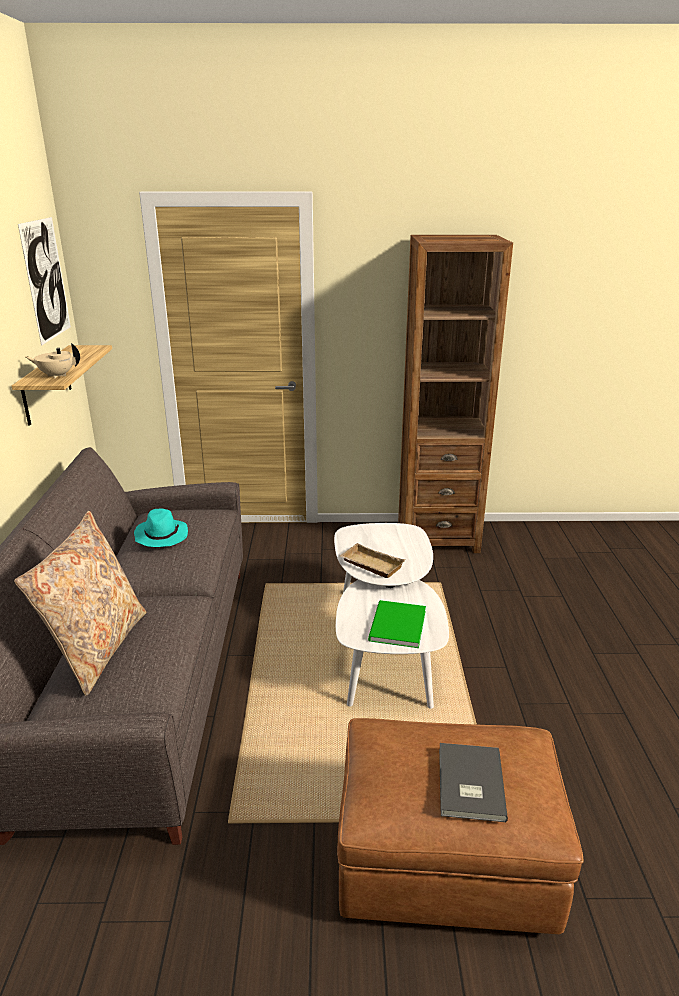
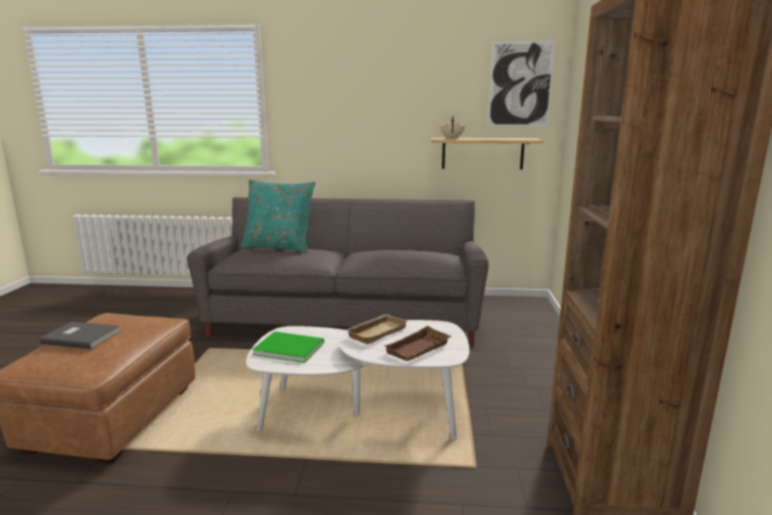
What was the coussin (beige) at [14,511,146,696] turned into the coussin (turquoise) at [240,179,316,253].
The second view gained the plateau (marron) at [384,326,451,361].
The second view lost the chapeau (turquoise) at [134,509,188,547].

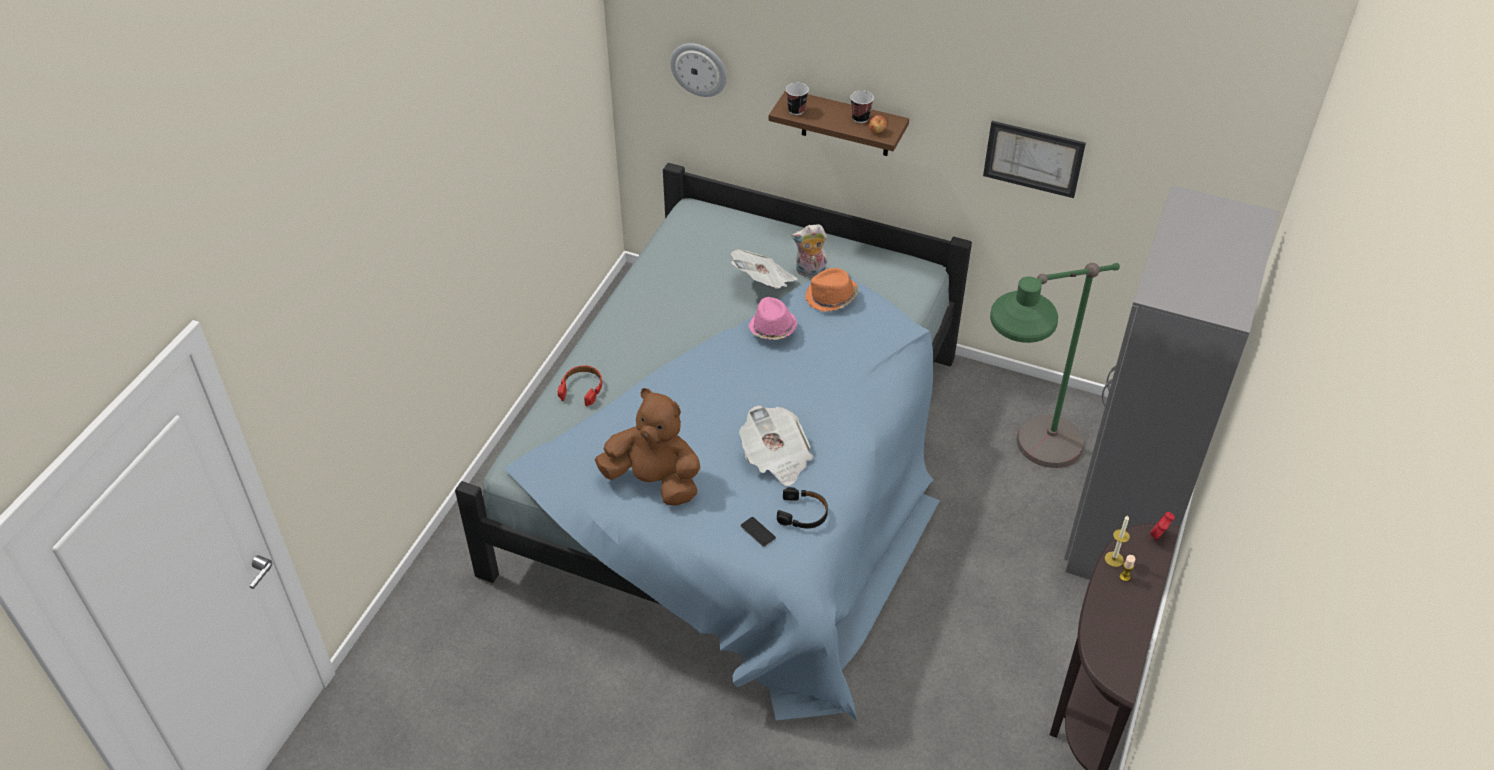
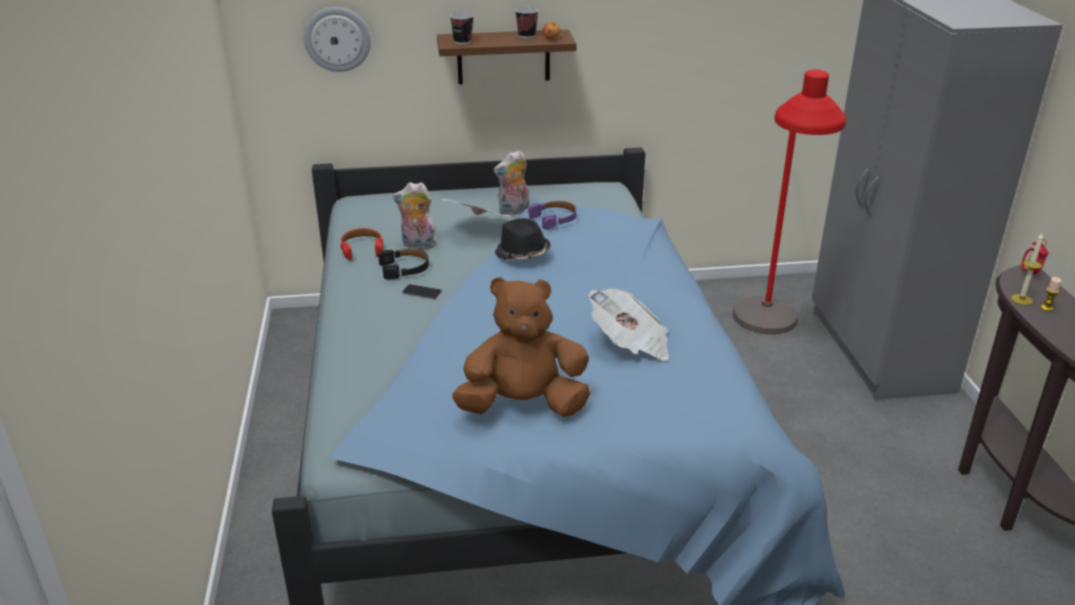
The casque audio (rouge) ended up elsewhere, having gone from [558,365,602,406] to [340,228,383,260].
The casque audio (noir) ended up elsewhere, having gone from [777,487,828,528] to [378,249,429,280].
The second view gained the peluche at [393,182,437,249].
The téléphone ended up elsewhere, having gone from [741,517,776,547] to [402,284,442,299].
What was the chapeau (rose) at [748,297,797,340] turned into the chapeau (noir) at [495,218,551,260].
Where the chapeau (orange) stood at [805,268,858,311], the casque audio (violet) came to stand at [528,201,576,229].
What was the lampadaire (vert) at [990,263,1120,468] turned into the lampadaire (rouge) at [733,69,846,335].
The second view lost the tableau at [983,121,1086,198].

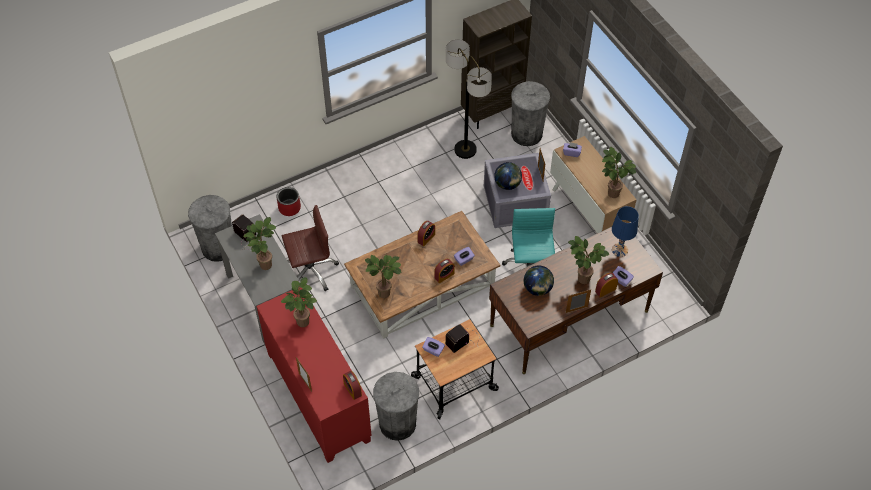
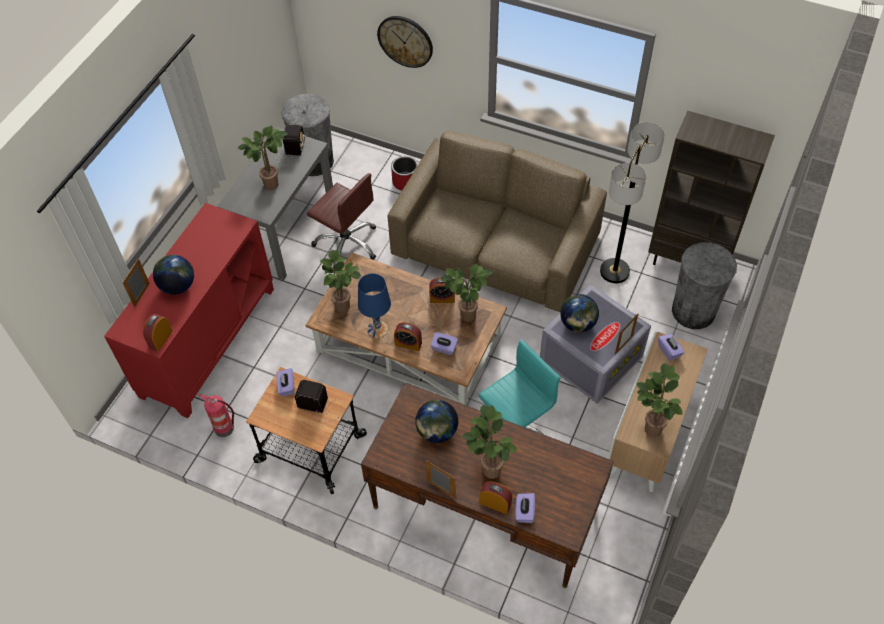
The second view gained the globe at [153,255,194,295].
Where the poubelle (gris) stood at [373,372,419,441], the extincteur came to stand at [198,394,234,437].
The lampe de table (bleu) ended up elsewhere, having gone from [612,206,639,257] to [358,273,391,338].
The second view gained the horloge murale at [377,16,433,68].
The second view gained the canapé (marron) at [387,131,607,312].
The plante en pot ended up elsewhere, having gone from [281,277,317,327] to [440,264,493,322].

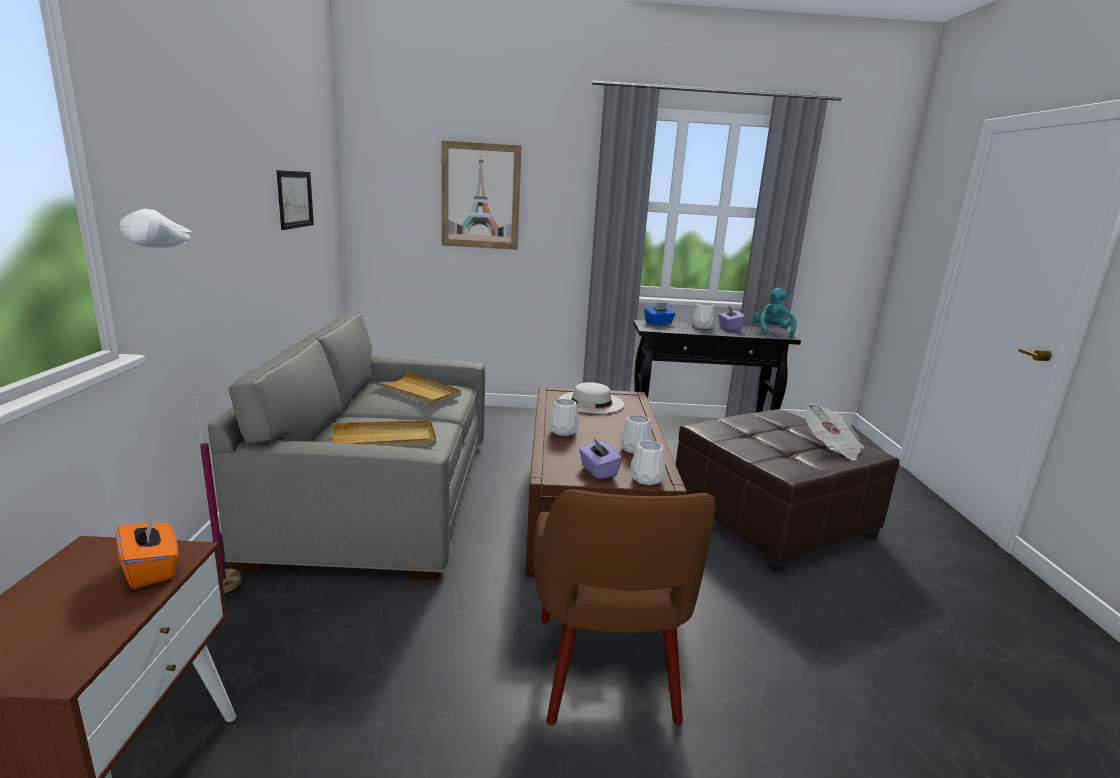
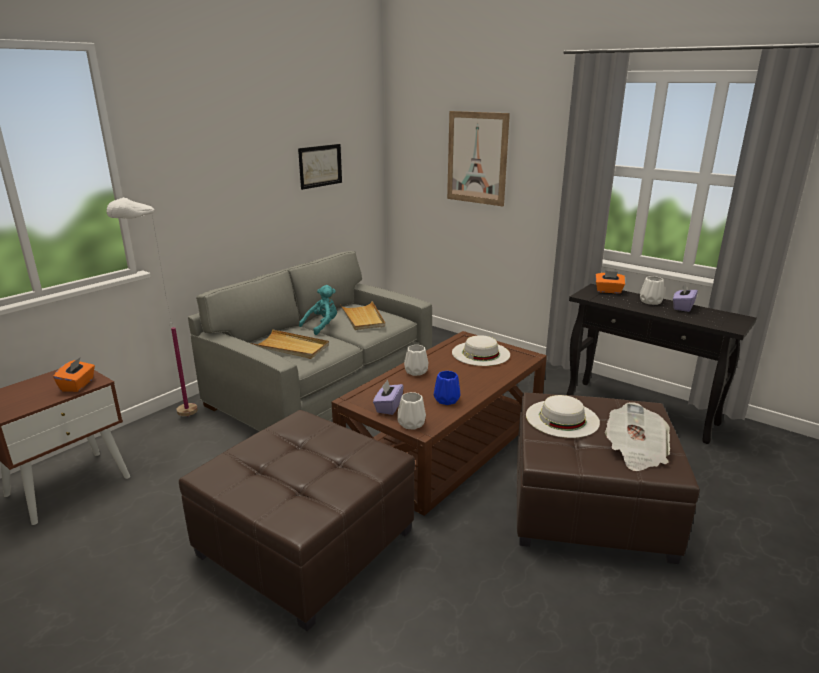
Where the fauteuil (marron) stood at [534,489,716,725], the pouf (marron) came to stand at [179,410,415,631].
The peluche (turquoise) ended up elsewhere, having gone from [753,288,797,338] to [299,285,337,335].
What was the vase (blanc) at [620,415,652,454] turned into the vase (bleu) at [434,371,460,405].
The second view gained the chapeau (blanc) at [526,395,600,438].
What was the boîte à mouchoirs (bleu) at [644,303,675,325] turned into the boîte à mouchoirs (orange) at [595,271,625,294].

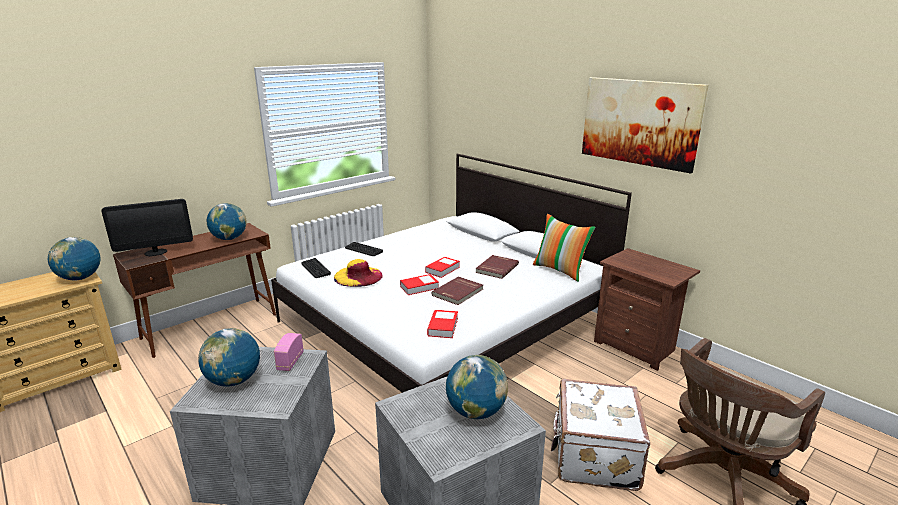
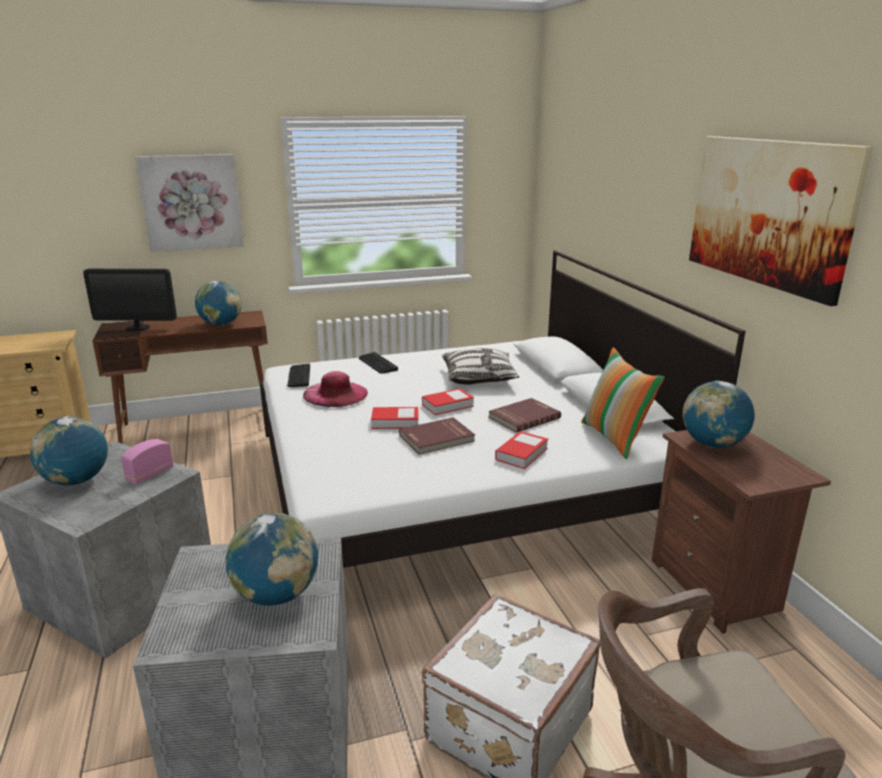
The second view gained the tableau at [135,154,244,252].
What was the chapeau (jaune) at [334,259,383,287] turned into the chapeau (rose) at [303,371,368,407].
The second view gained the coussin at [442,348,520,385].
The livre ended up elsewhere, having gone from [427,310,458,338] to [495,431,548,469].
The globe ended up elsewhere, having gone from [48,237,101,281] to [683,381,755,448].

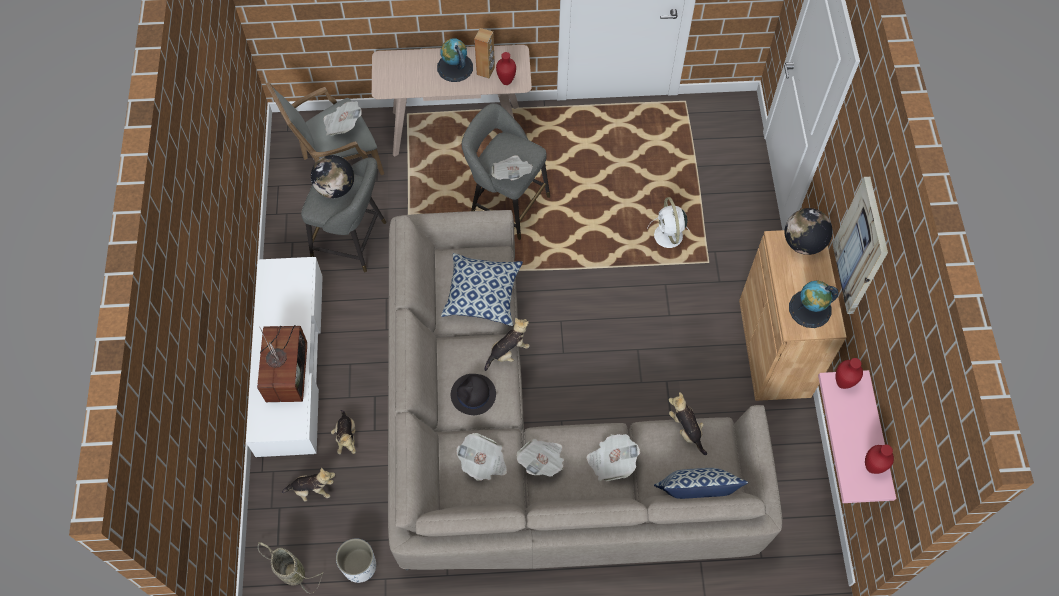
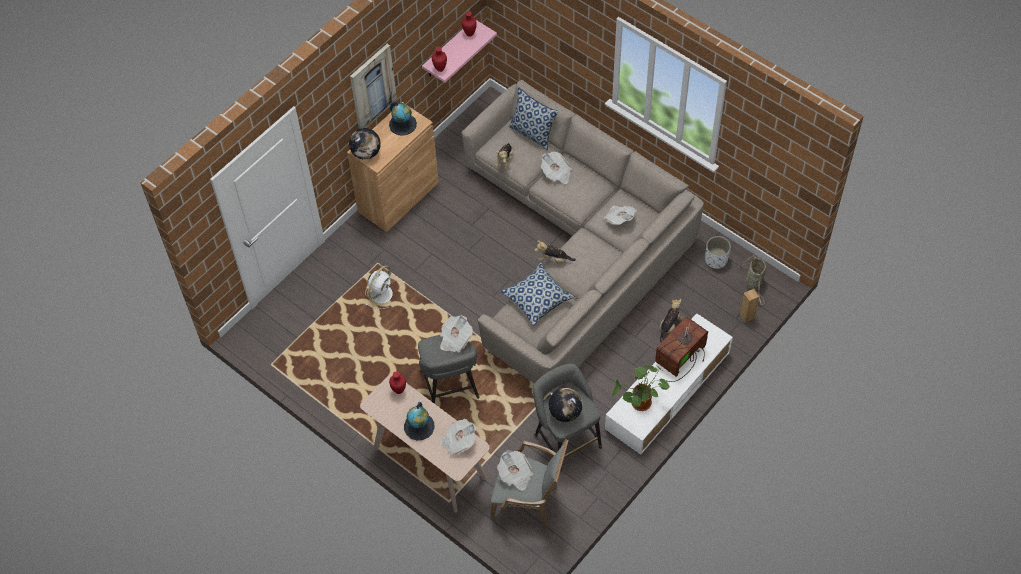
The journal ended up elsewhere, having gone from [516,439,564,477] to [440,419,476,456].
The second view gained the plante en pot at [612,365,670,411].
The enceinte (marron) ended up elsewhere, having gone from [474,28,495,78] to [739,289,759,323].
The second view lost the peluche at [282,467,335,501].
The second view lost the chapeau (noir) at [451,374,496,415].

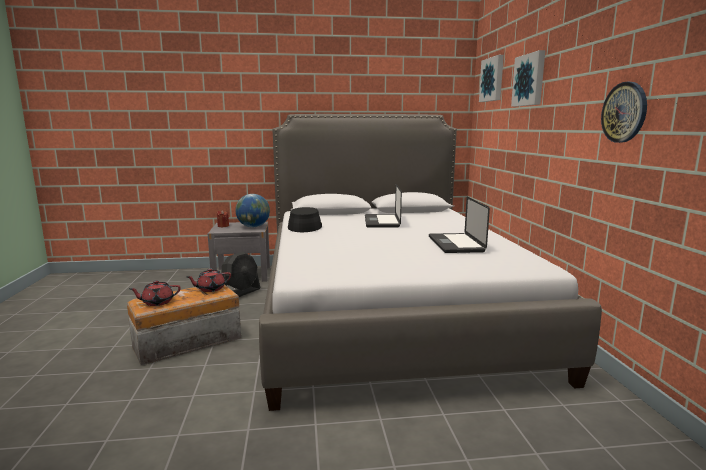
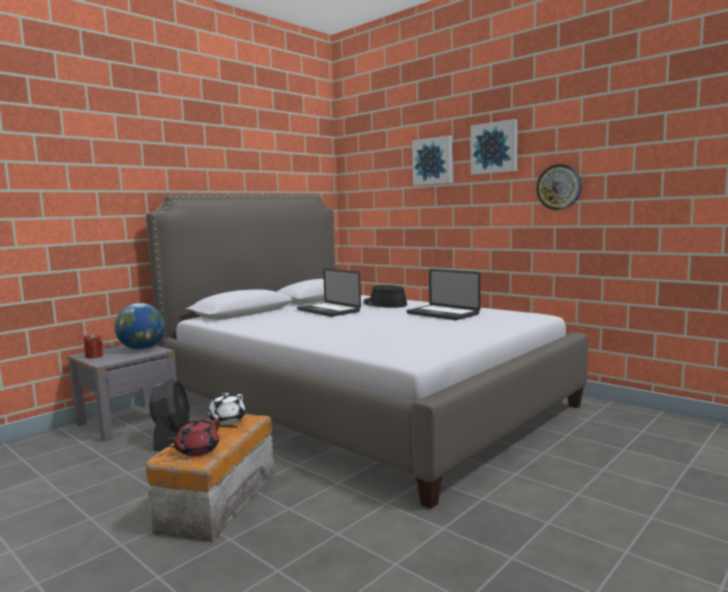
What was the théière (rouge) at [186,268,231,292] turned into the théière (blanc) at [206,393,246,425].
The chapeau (noir) ended up elsewhere, having gone from [288,207,322,232] to [363,285,407,308].
The tableau ended up elsewhere, having gone from [479,55,504,102] to [471,119,518,175].

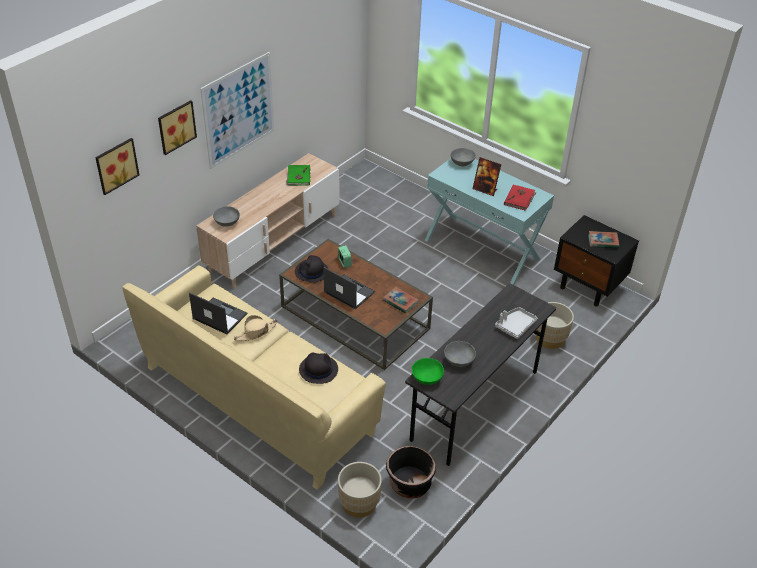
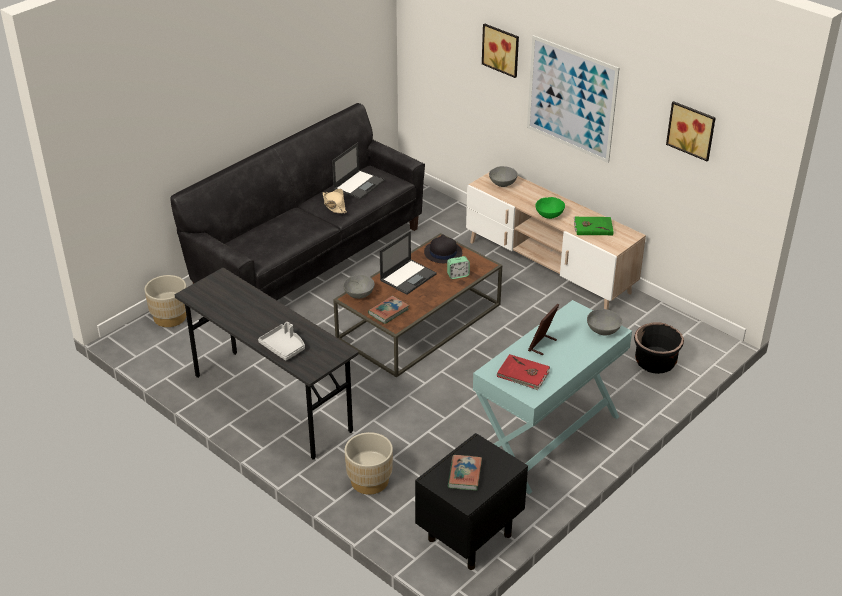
What was the canapé (beige) at [122,265,386,490] turned into the canapé (noir) at [170,103,425,300].
The bol (gris) ended up elsewhere, having gone from [444,341,476,367] to [343,275,375,299].
The bol (vert) ended up elsewhere, having gone from [412,358,444,385] to [535,197,565,219].
The cache-pot (noir) ended up elsewhere, having gone from [386,446,436,499] to [634,323,684,374].
The tableau ended up elsewhere, having gone from [95,138,139,195] to [666,101,716,161].
The second view lost the chapeau (noir) at [299,352,338,384].

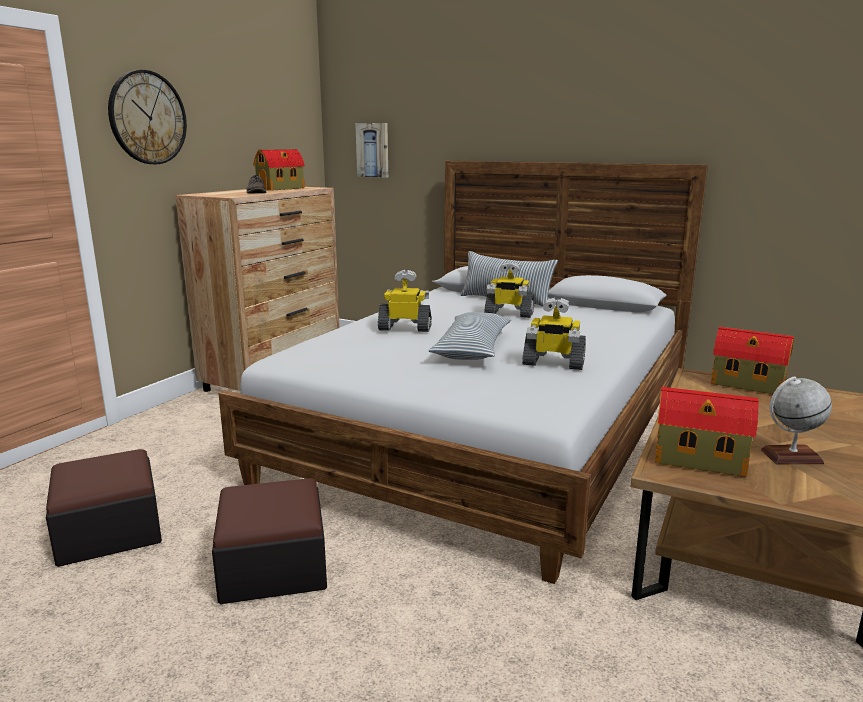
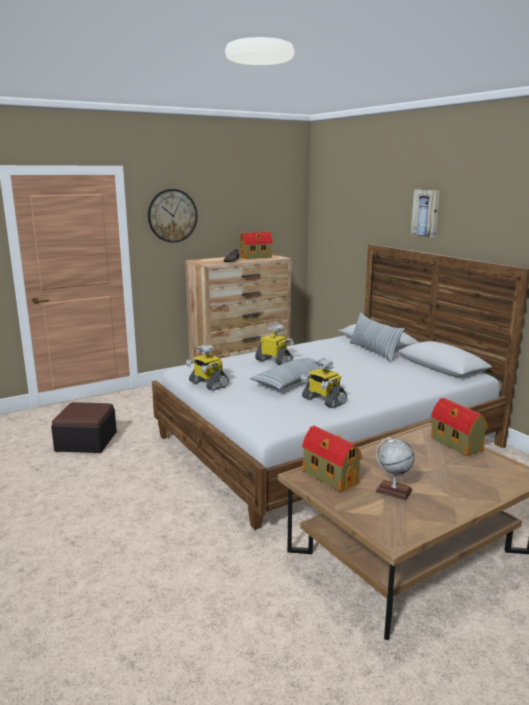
The robot jouet ended up elsewhere, having gone from [484,262,534,318] to [186,344,229,391].
The tableau ended up elsewhere, having gone from [355,123,388,178] to [411,190,440,238].
The second view lost the pouf at [212,478,327,604].

